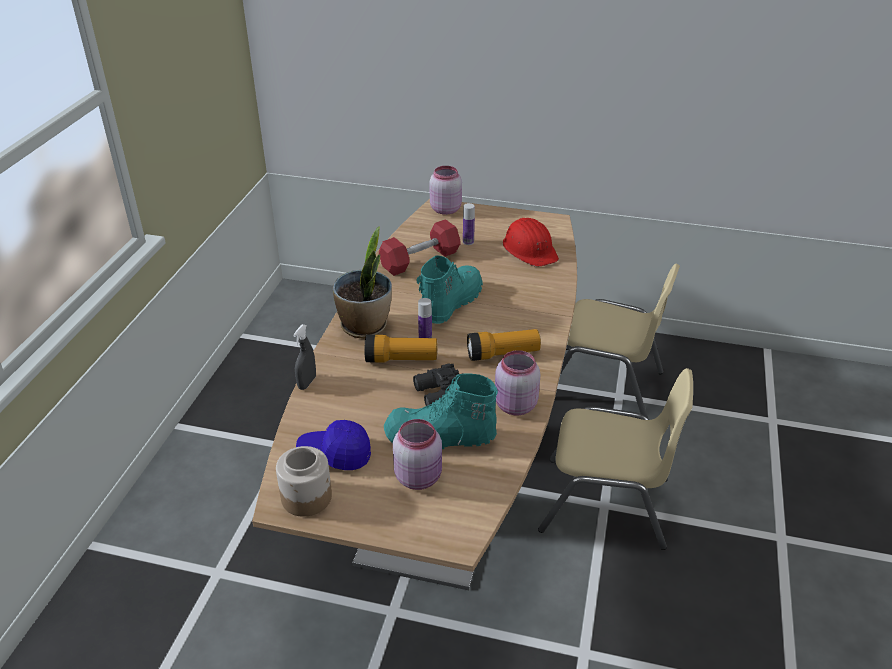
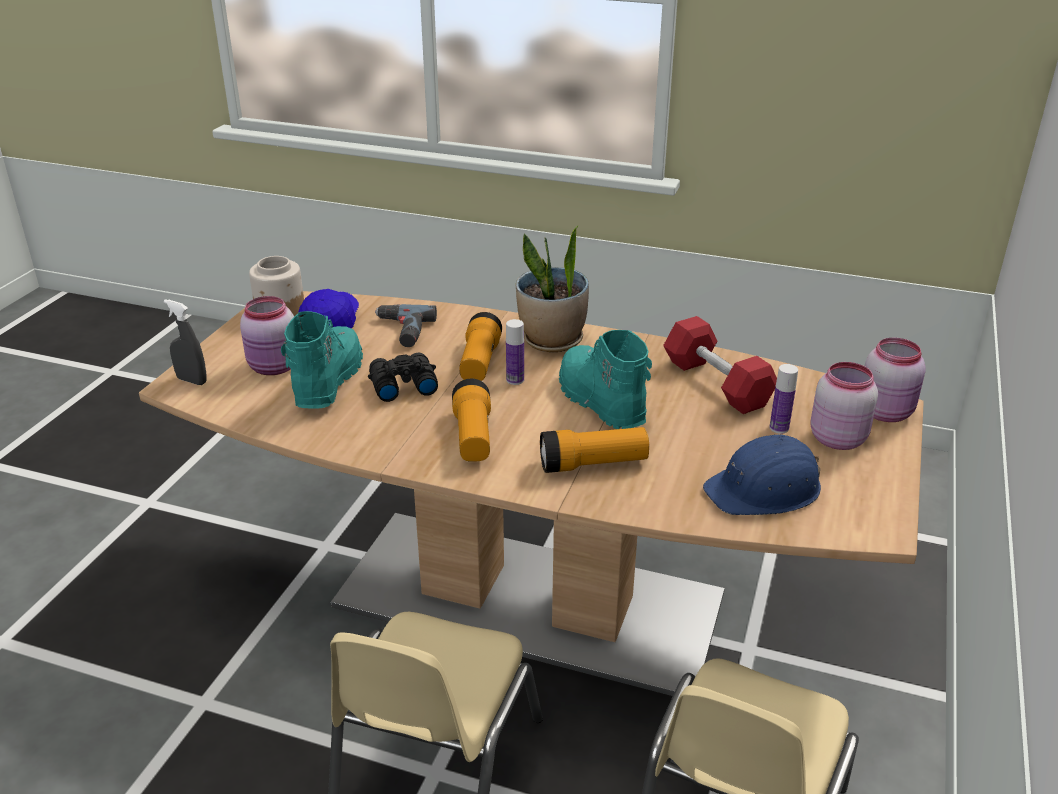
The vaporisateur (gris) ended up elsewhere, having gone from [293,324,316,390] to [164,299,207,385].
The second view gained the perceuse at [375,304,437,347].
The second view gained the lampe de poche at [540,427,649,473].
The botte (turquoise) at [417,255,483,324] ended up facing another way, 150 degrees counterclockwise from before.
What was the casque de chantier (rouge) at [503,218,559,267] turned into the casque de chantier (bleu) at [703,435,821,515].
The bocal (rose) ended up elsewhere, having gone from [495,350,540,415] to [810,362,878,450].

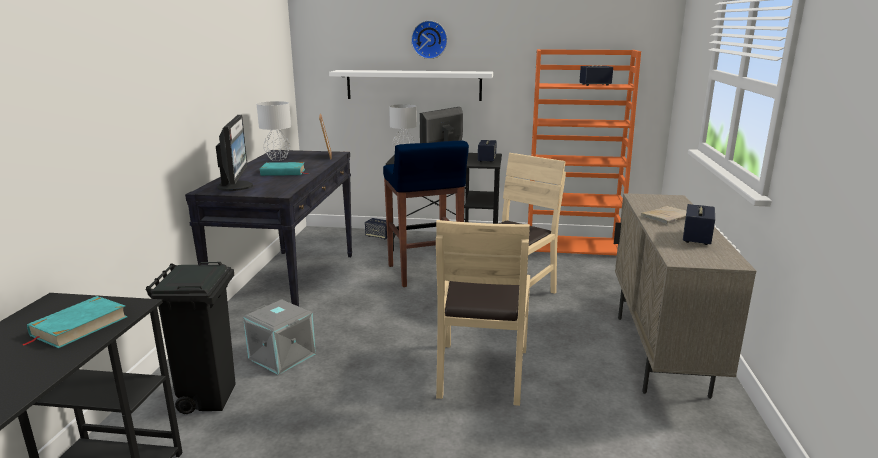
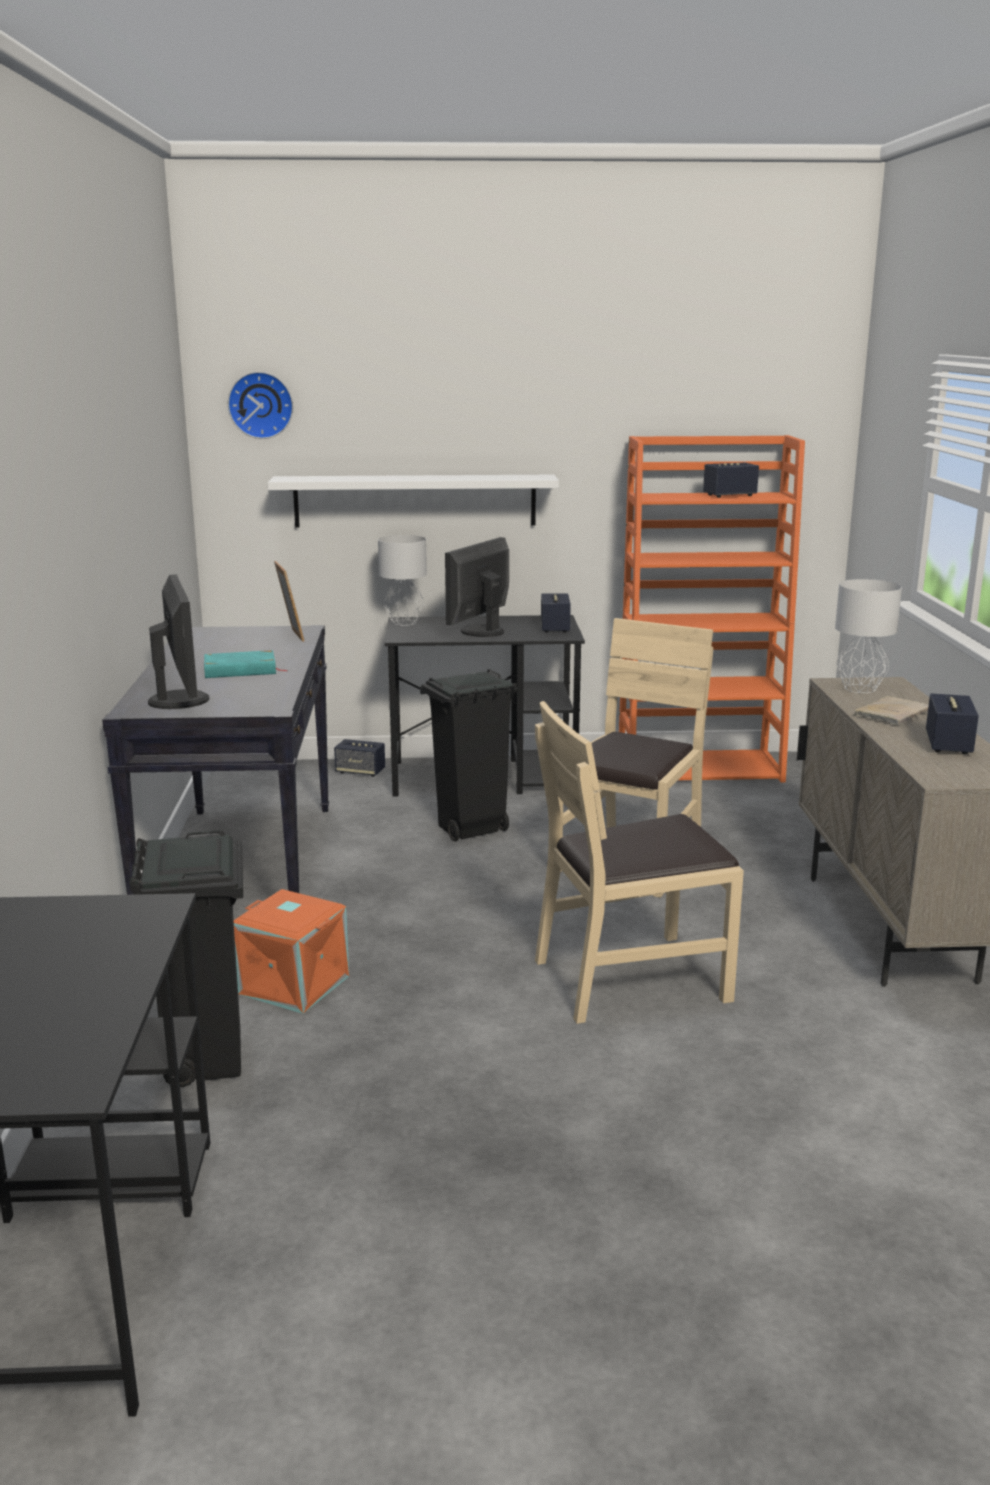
The horloge murale ended up elsewhere, having gone from [411,20,448,59] to [228,371,293,439].
What was the boîte de rangement (gris) at [243,299,316,375] turned into the boîte de rangement (orange) at [234,889,349,1014].
Where the tabouret (bleu) stood at [383,141,469,287], the poubelle (noir) came to stand at [420,669,518,842].
The chaise (beige) at [436,220,530,406] ended up facing another way, 75 degrees clockwise from before.
The lampe de table (gris) ended up elsewhere, having gone from [257,101,291,161] to [835,579,902,693].
The second view lost the livre (turquoise) at [22,296,128,348].

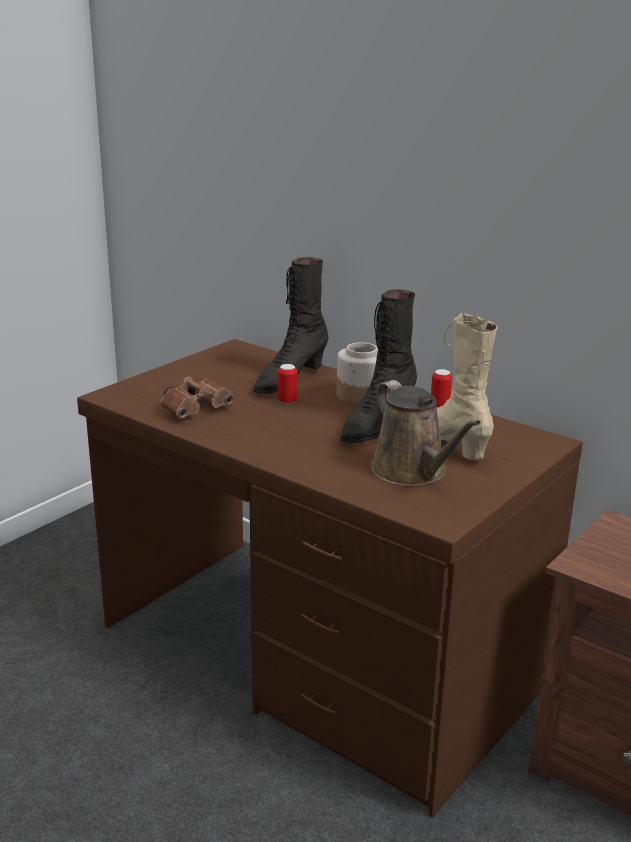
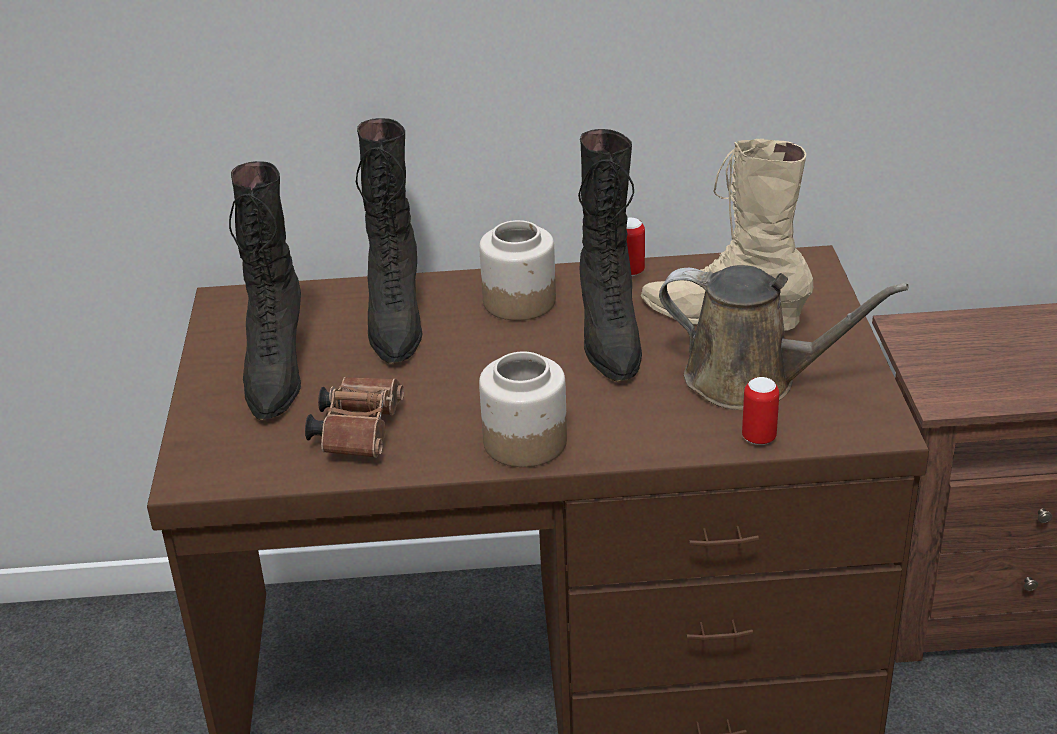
The second view gained the botte (noir) at [229,161,301,420].
The second view gained the bocal at [479,352,567,467].
The boîte métallique ended up elsewhere, having gone from [278,364,297,404] to [742,377,779,445].

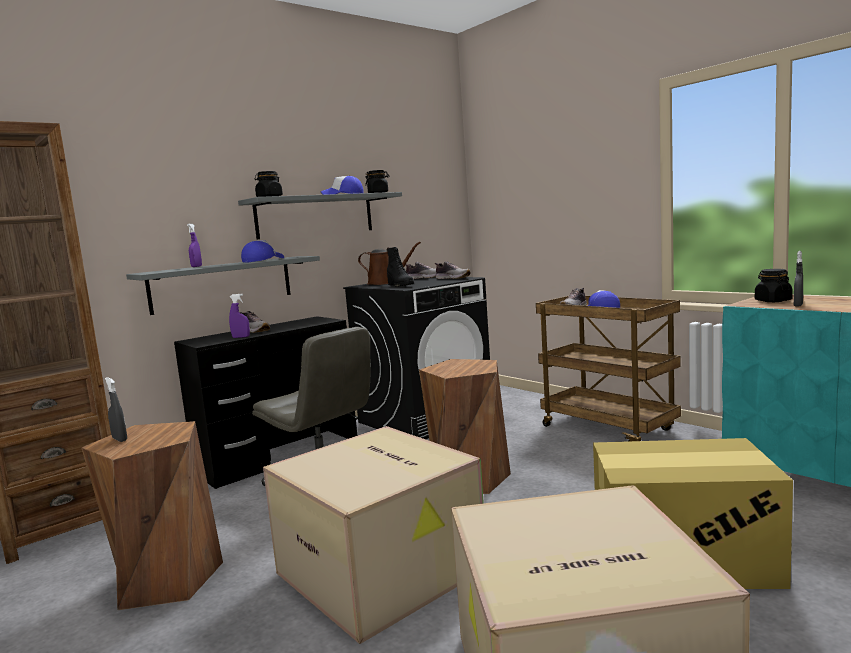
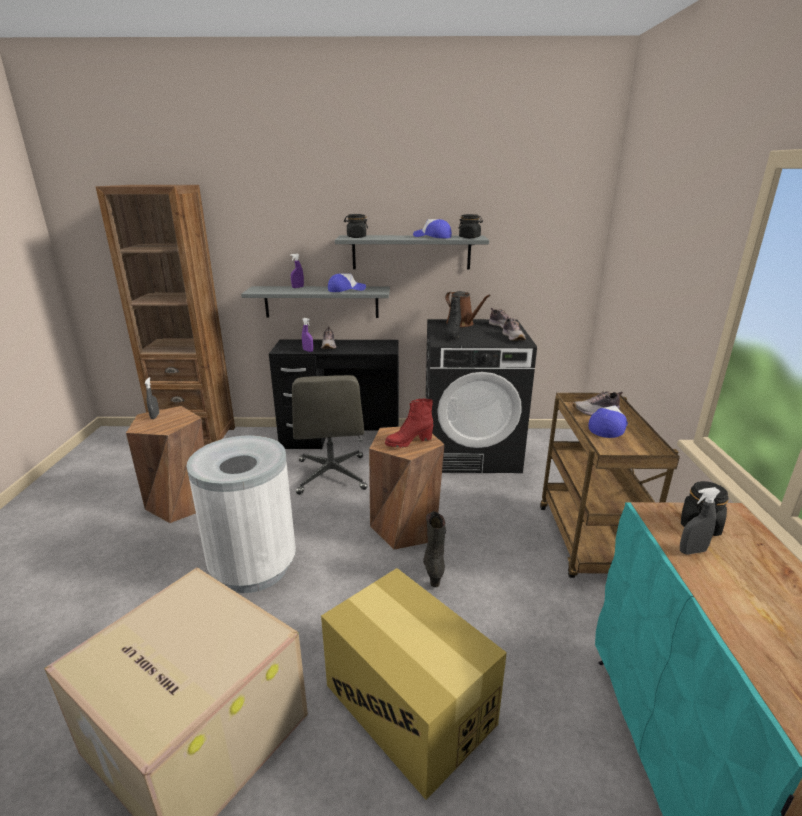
Where the carton stood at [263,426,484,644], the poubelle (blanc) came to stand at [186,435,296,593].
The second view gained the botte (rouge) at [385,398,433,448].
The second view gained the botte (noir) at [423,511,446,587].

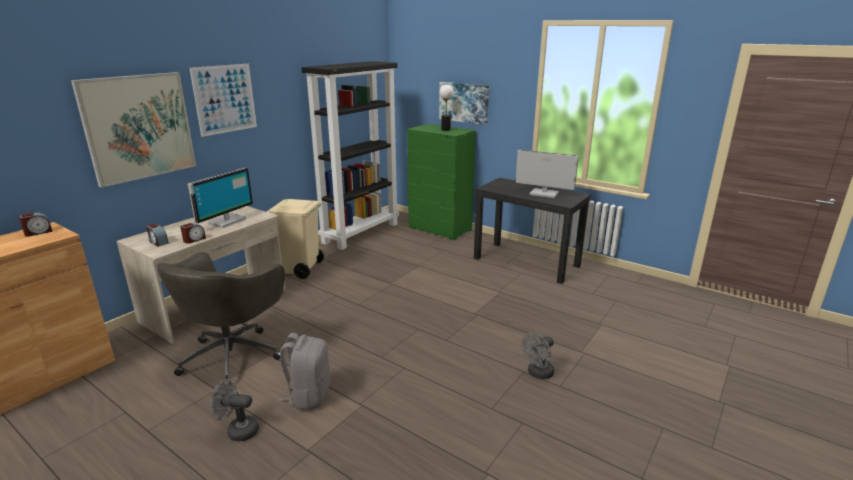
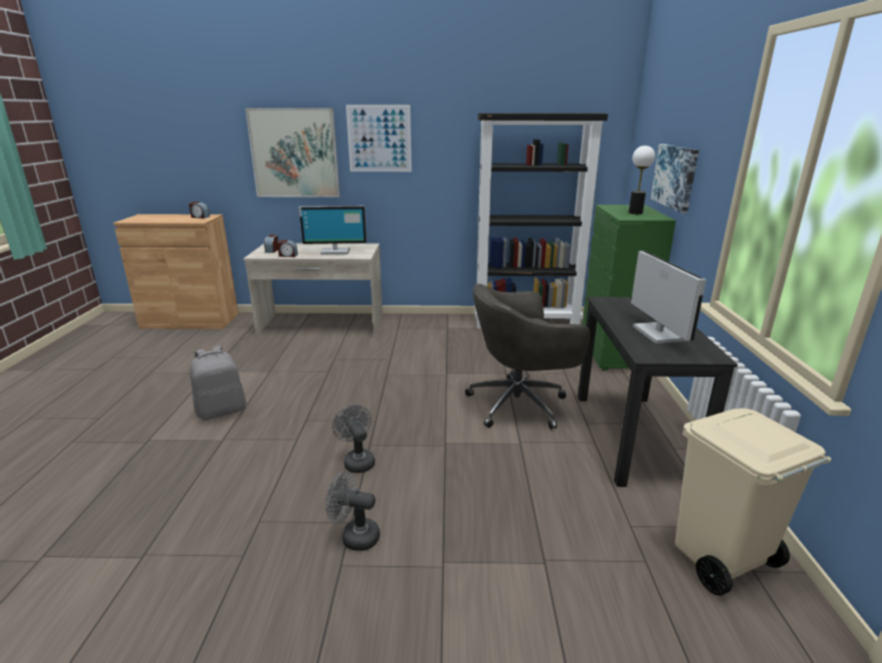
The ventilateur (gris) ended up elsewhere, having gone from [210,379,259,441] to [332,404,375,473].
The chaise de bureau (gris) ended up elsewhere, having gone from [156,252,284,389] to [465,284,590,429].
The poubelle (beige) ended up elsewhere, having gone from [267,199,324,279] to [675,408,831,596].

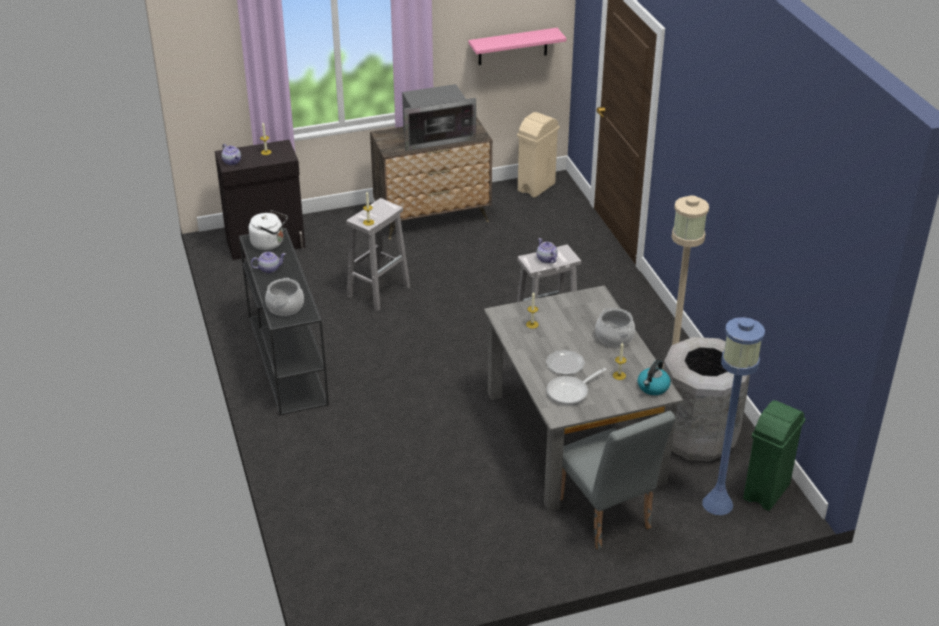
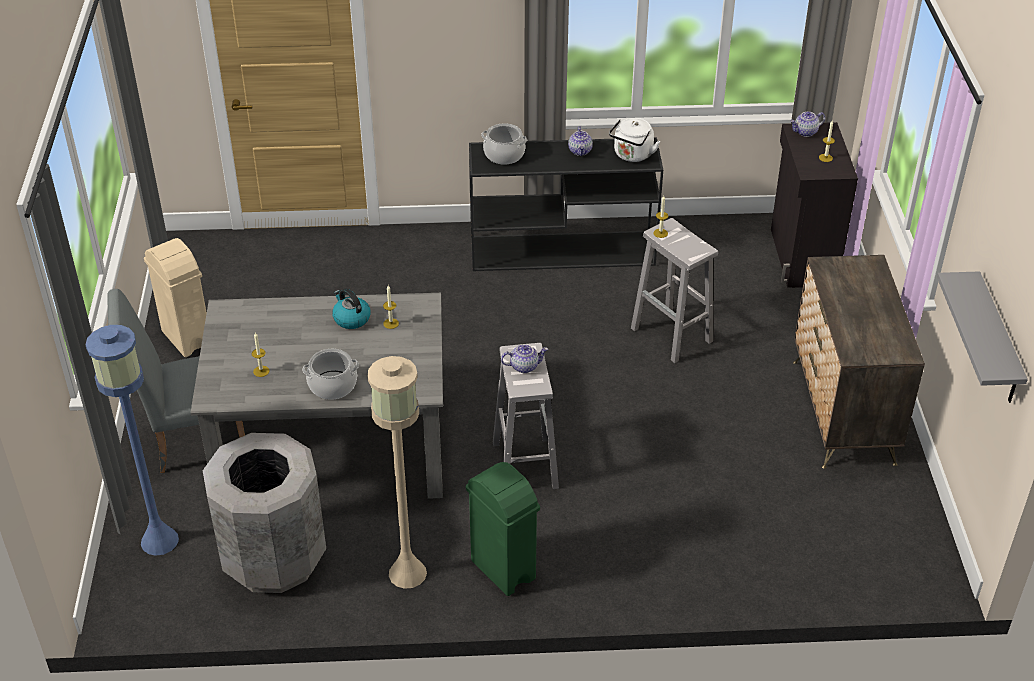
The poubelle (beige) ended up elsewhere, having gone from [517,112,560,198] to [144,238,207,357].
The bouilloire ended up elsewhere, having gone from [637,360,671,395] to [332,288,370,329].
The poubelle (vert) ended up elsewhere, having gone from [743,400,806,511] to [466,462,540,596].
What was the étagère (rose) at [469,28,566,65] turned into the étagère (gris) at [937,271,1028,403].
The second view lost the micro-ondes at [402,84,476,151].
The second view lost the assiette at [546,350,585,375].
The second view lost the poêle at [547,368,607,405].

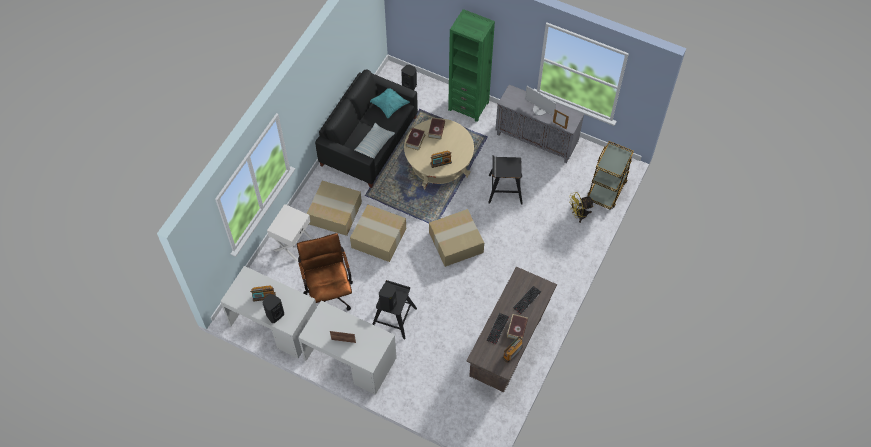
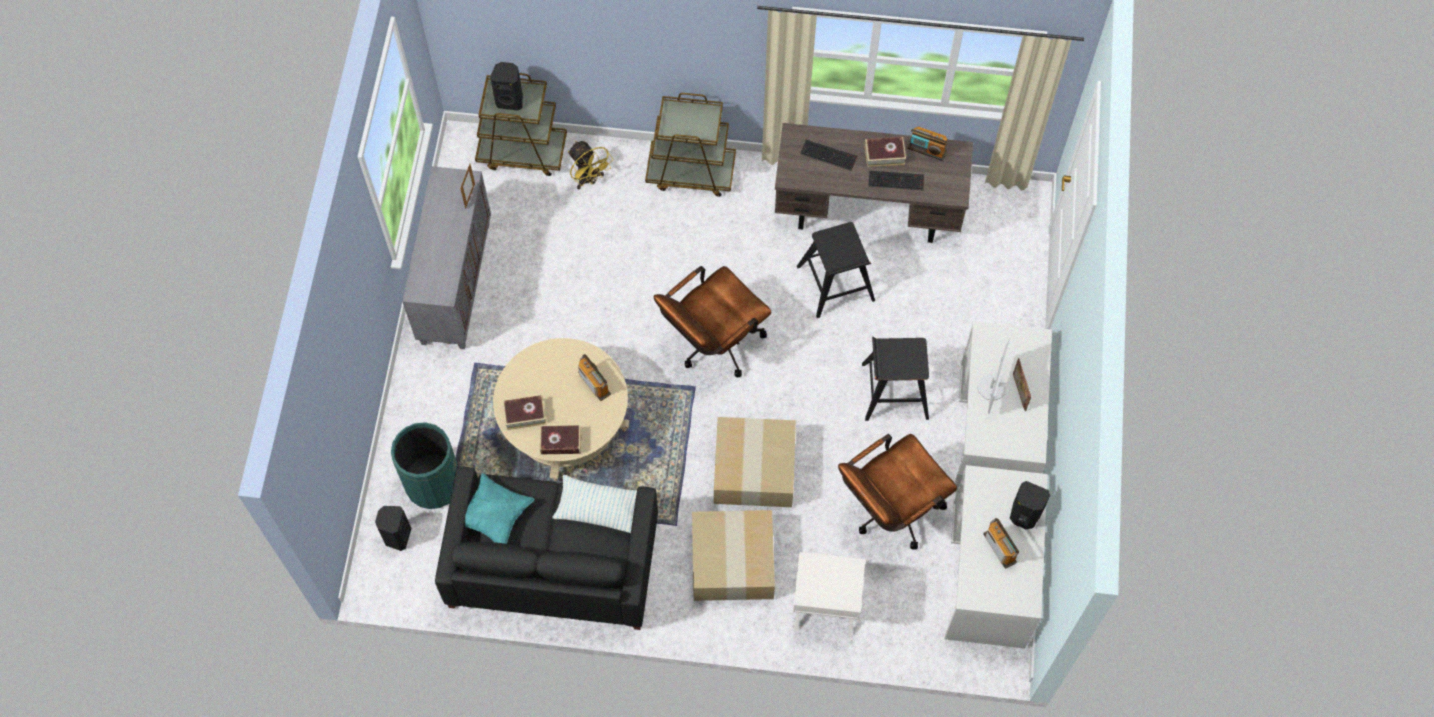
The second view gained the poubelle (vert) at [391,422,458,509].
The enceinte (noir) ended up elsewhere, having gone from [379,282,397,311] to [490,62,523,111].
The second view gained the chariot (marron) at [645,93,736,197].
Where the carton stood at [429,209,484,267], the chaise de bureau (marron) came to stand at [654,266,772,377].
The tabouret (noir) ended up elsewhere, having gone from [489,155,523,204] to [797,222,875,318].
The écran d'ordinateur ended up elsewhere, having gone from [525,86,556,116] to [977,336,1012,413].
The second view lost the bibliothèque (vert) at [448,9,495,122].

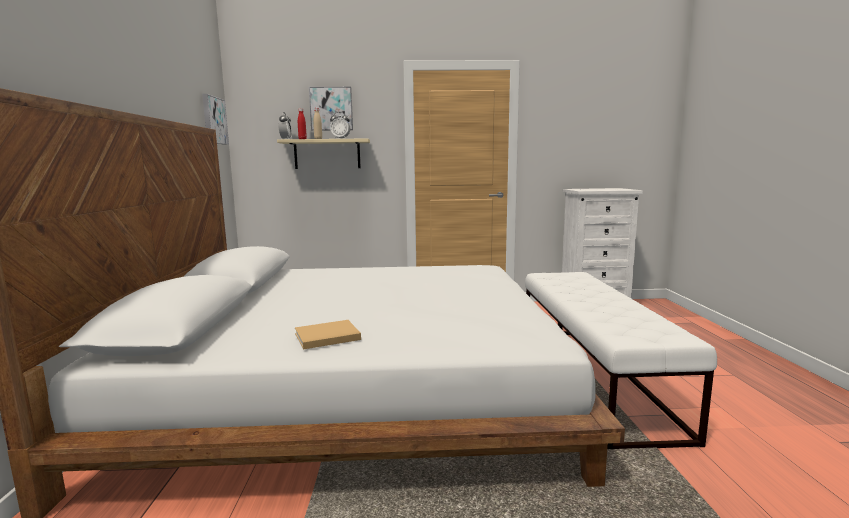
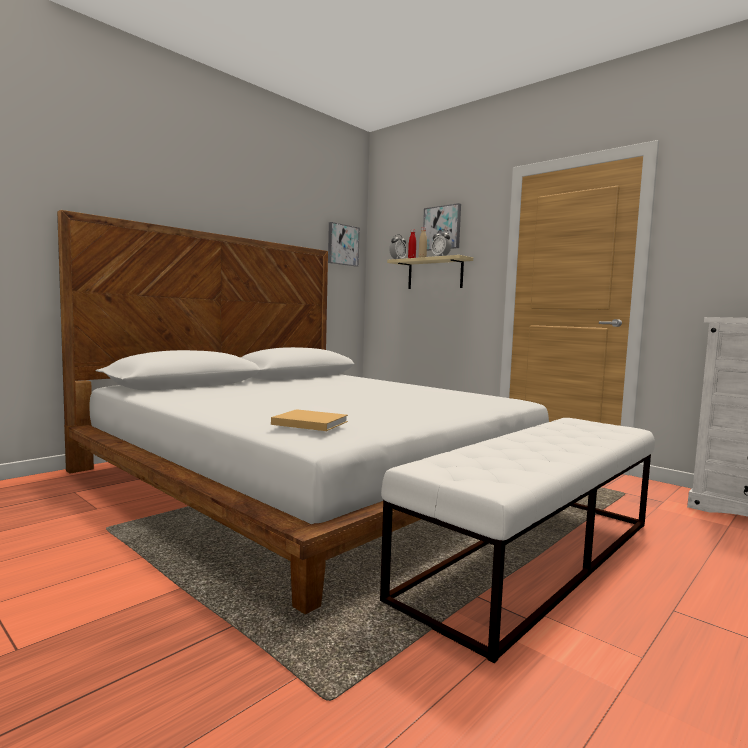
The livre (beige) ended up elsewhere, having gone from [295,320,361,350] to [271,409,348,431].

